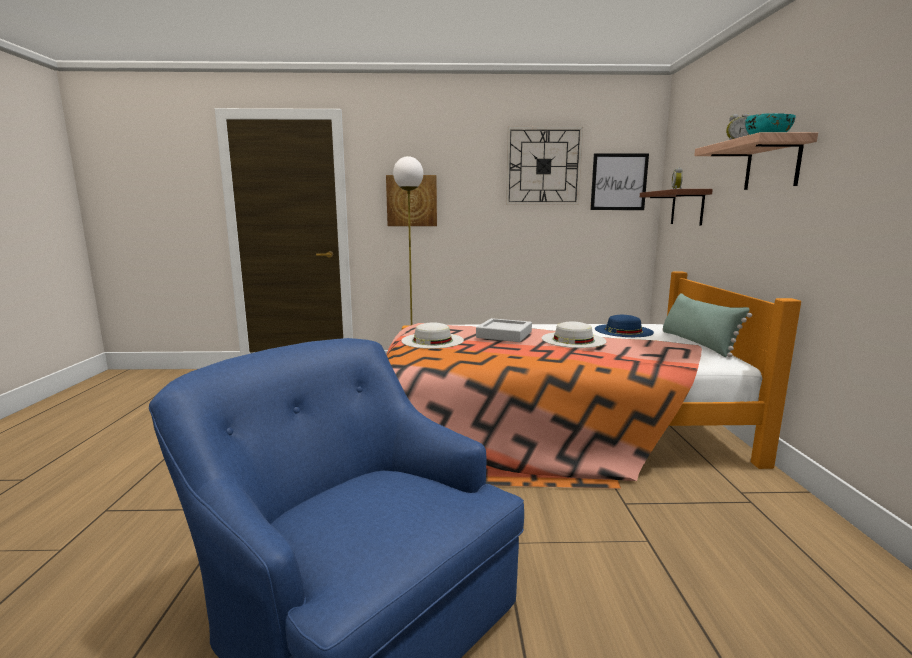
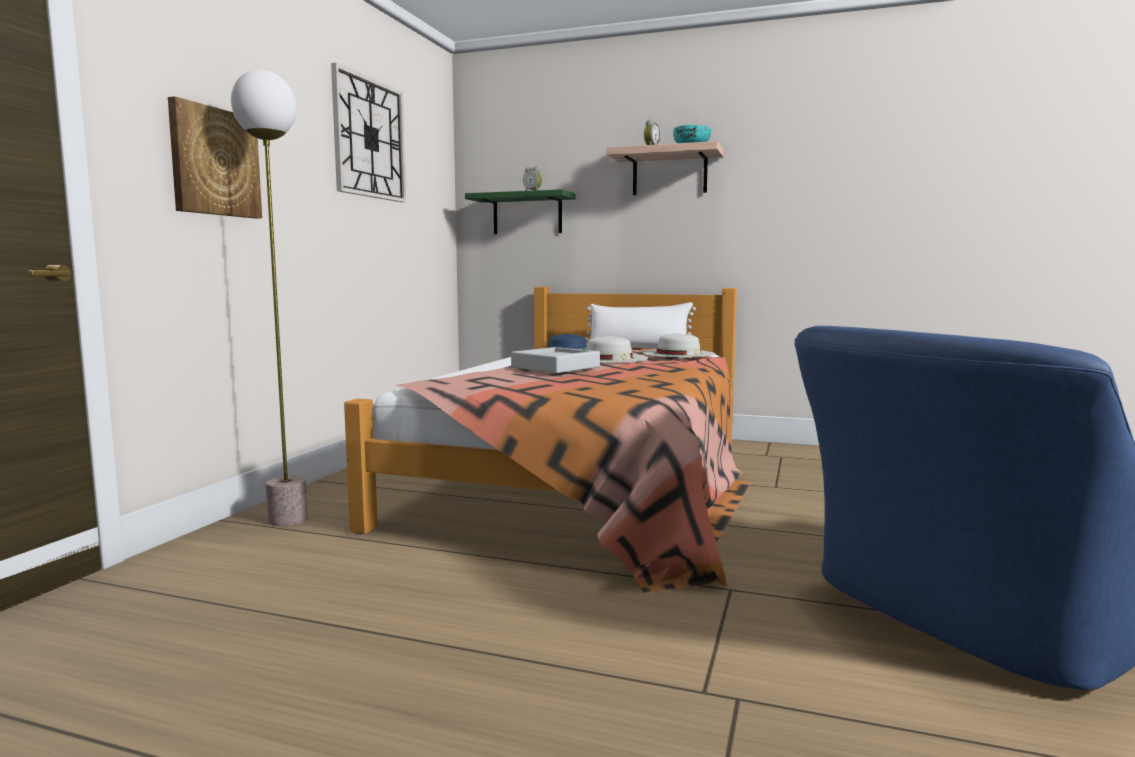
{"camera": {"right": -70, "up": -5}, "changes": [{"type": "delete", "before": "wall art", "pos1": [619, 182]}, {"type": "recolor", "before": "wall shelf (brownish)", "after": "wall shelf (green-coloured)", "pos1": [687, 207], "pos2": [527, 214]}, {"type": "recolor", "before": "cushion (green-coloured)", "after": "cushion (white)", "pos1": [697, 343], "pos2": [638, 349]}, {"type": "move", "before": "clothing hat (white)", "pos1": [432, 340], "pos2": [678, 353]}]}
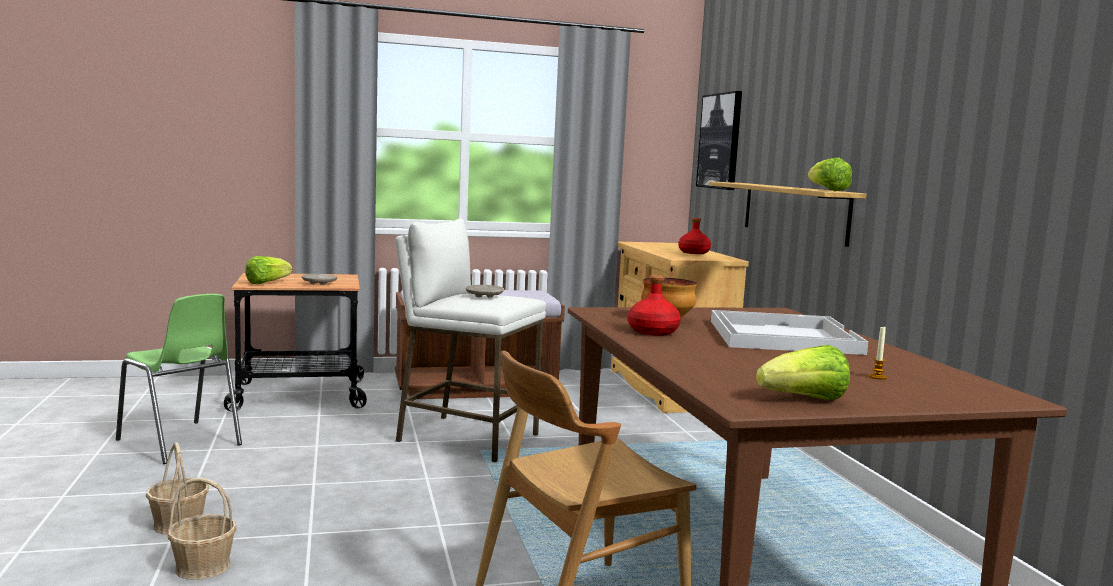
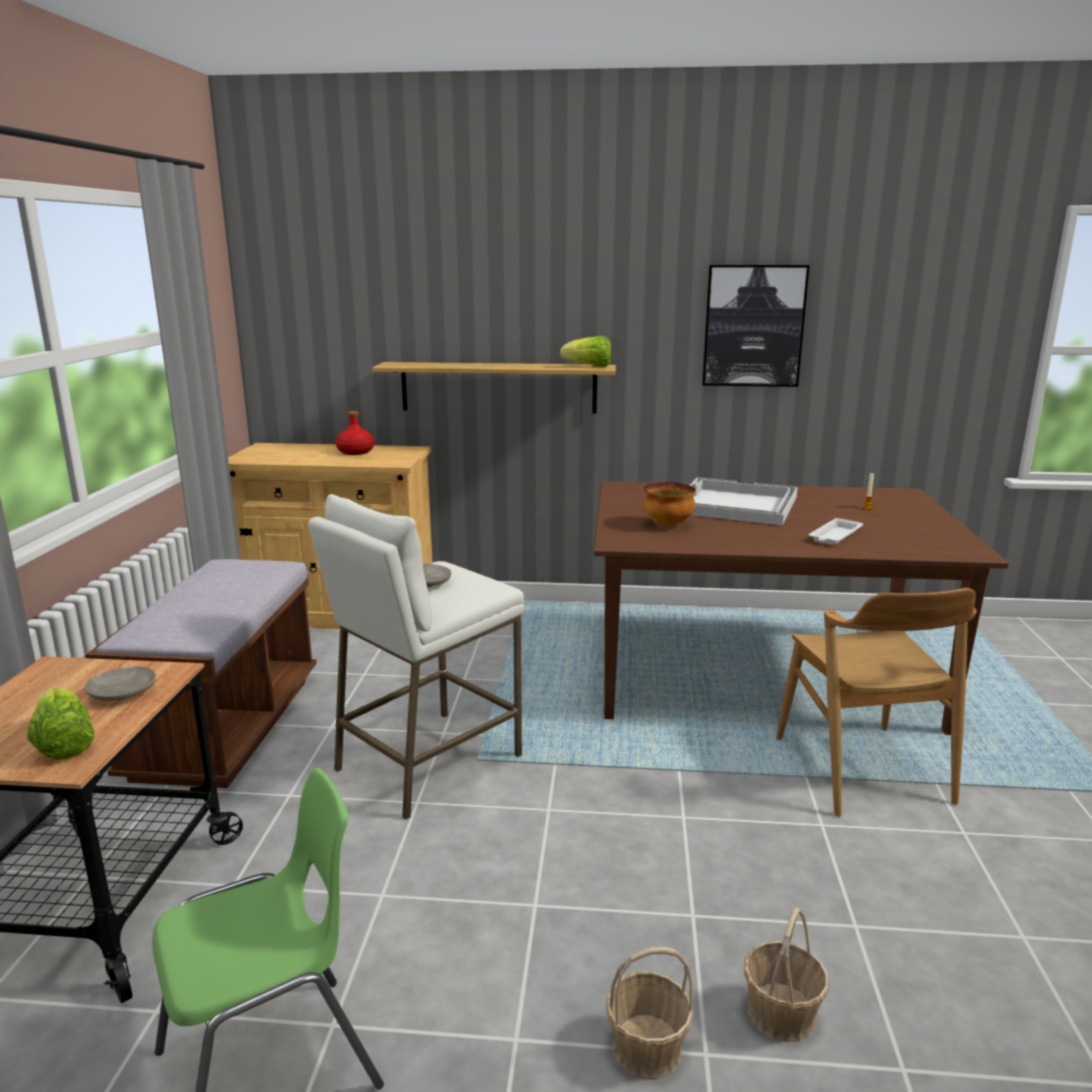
{"camera": {"right": -70, "up": 10}, "changes": [{"type": "move", "before": "wall art", "pos1": [720, 141], "pos2": [753, 326]}, {"type": "delete", "before": "beverage bottle (red-coloured)", "pos1": [652, 331]}, {"type": "delete", "before": "head of lettuce", "pos1": [805, 400]}, {"type": "insert", "after": "tray (white)", "pos2": [834, 536]}]}
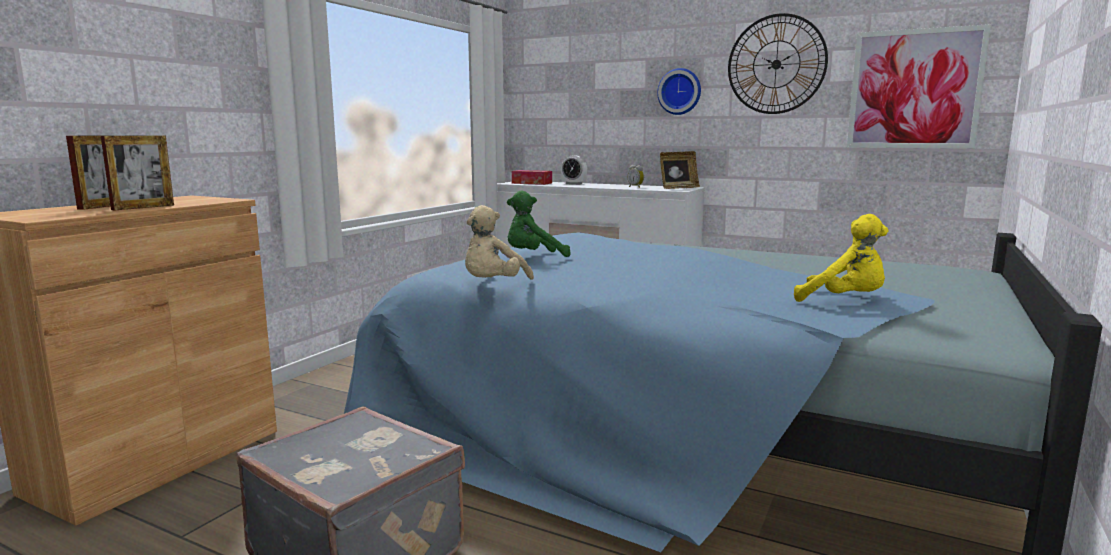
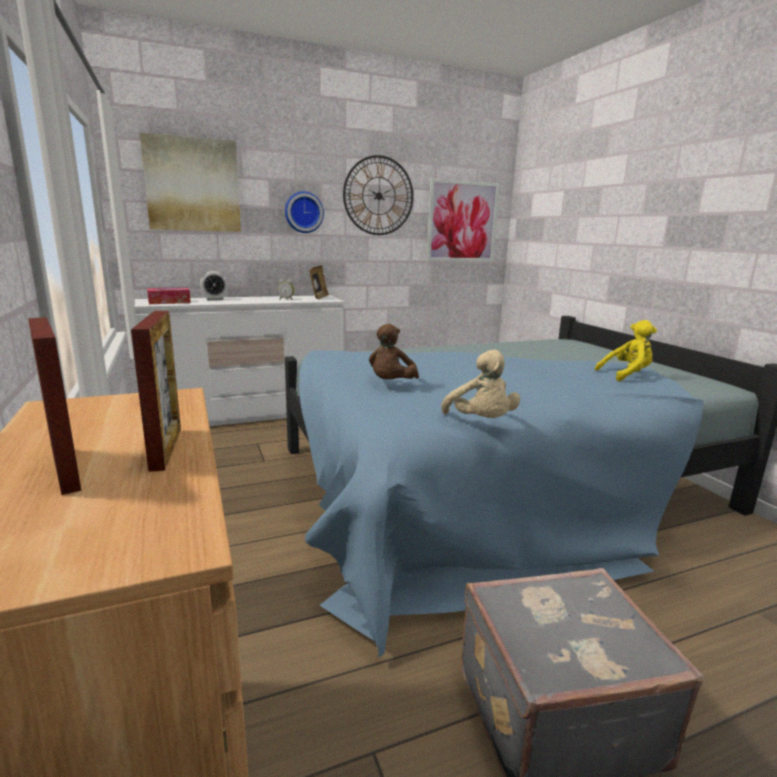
{"camera": {"right": -50, "up": 5}, "changes": [{"type": "recolor", "before": "cuddly toy (green-coloured)", "after": "cuddly toy (brownish)", "pos1": [533, 257], "pos2": [391, 384]}, {"type": "insert", "after": "wall art", "pos2": [192, 185]}]}
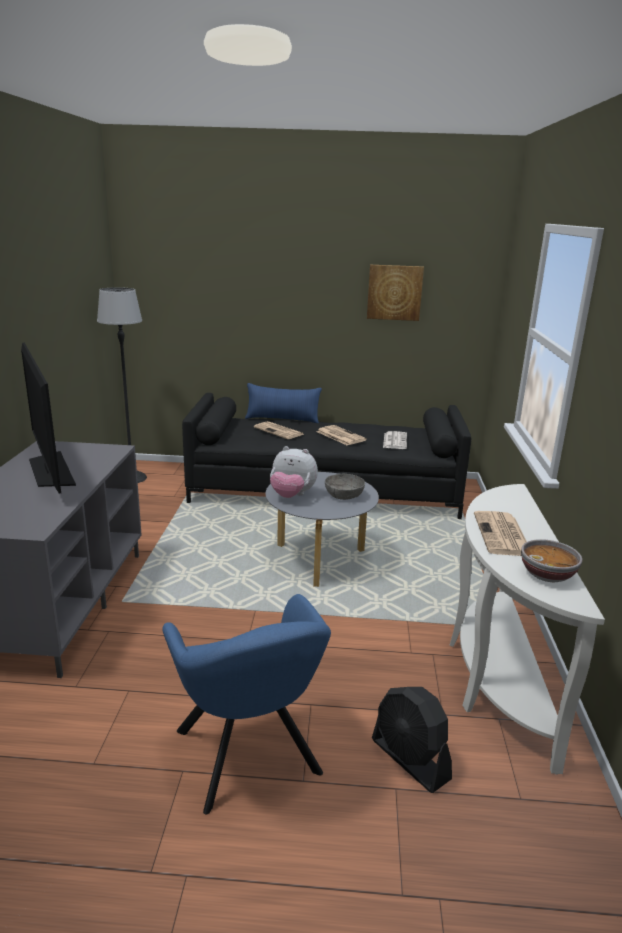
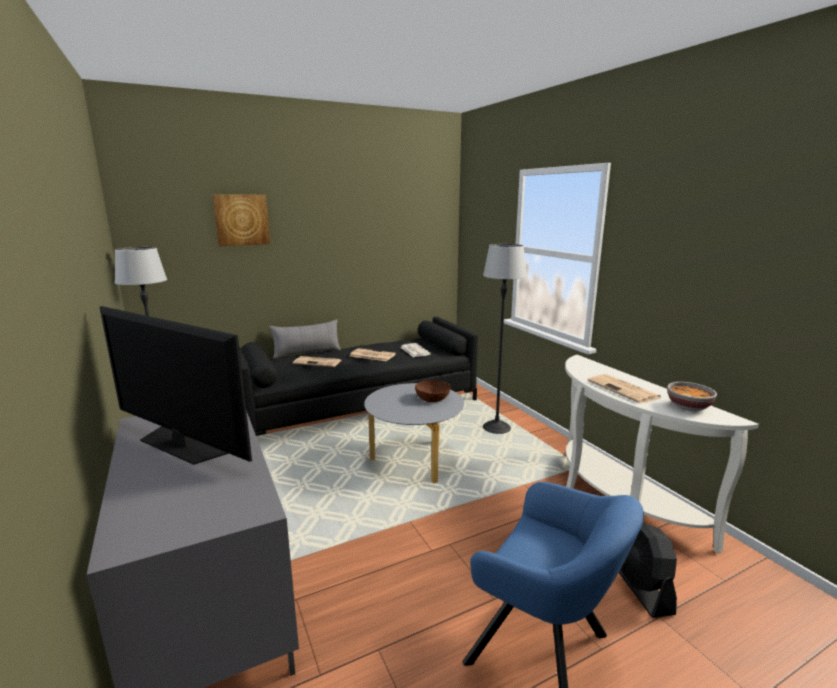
{"camera": {"right": -30, "up": -5}, "changes": [{"type": "move", "before": "wall art", "pos1": [394, 292], "pos2": [242, 220]}, {"type": "recolor", "before": "cushion (blue)", "after": "cushion (greyish)", "pos1": [282, 419], "pos2": [307, 353]}, {"type": "delete", "before": "cuddly toy", "pos1": [292, 496]}, {"type": "recolor", "before": "serving bowl (greyish)", "after": "serving bowl (brownish)", "pos1": [343, 495], "pos2": [432, 398]}, {"type": "rotate", "before": "cooling fan (black-coloured)", "pos1": [410, 759], "pos2": [641, 589], "turn": 60}, {"type": "insert", "after": "standard lamp", "pos2": [496, 427]}]}
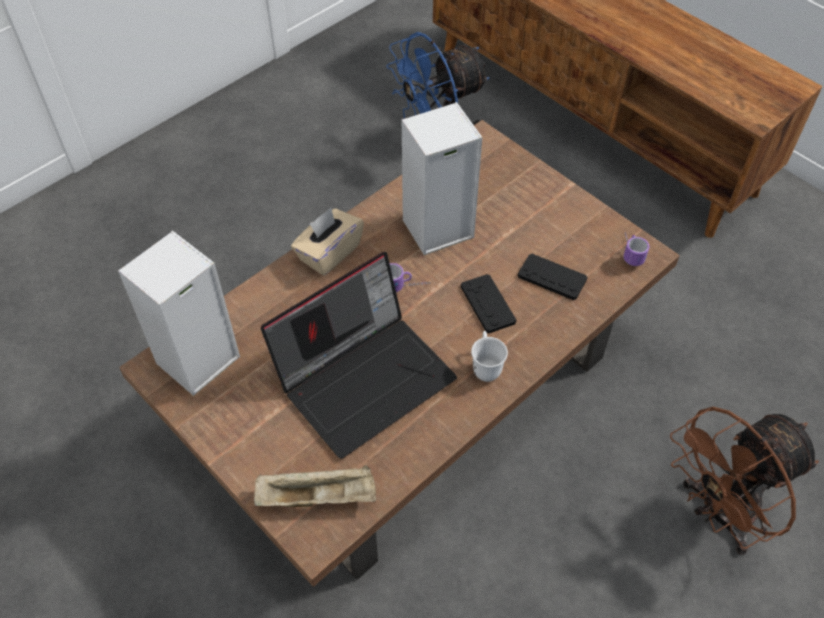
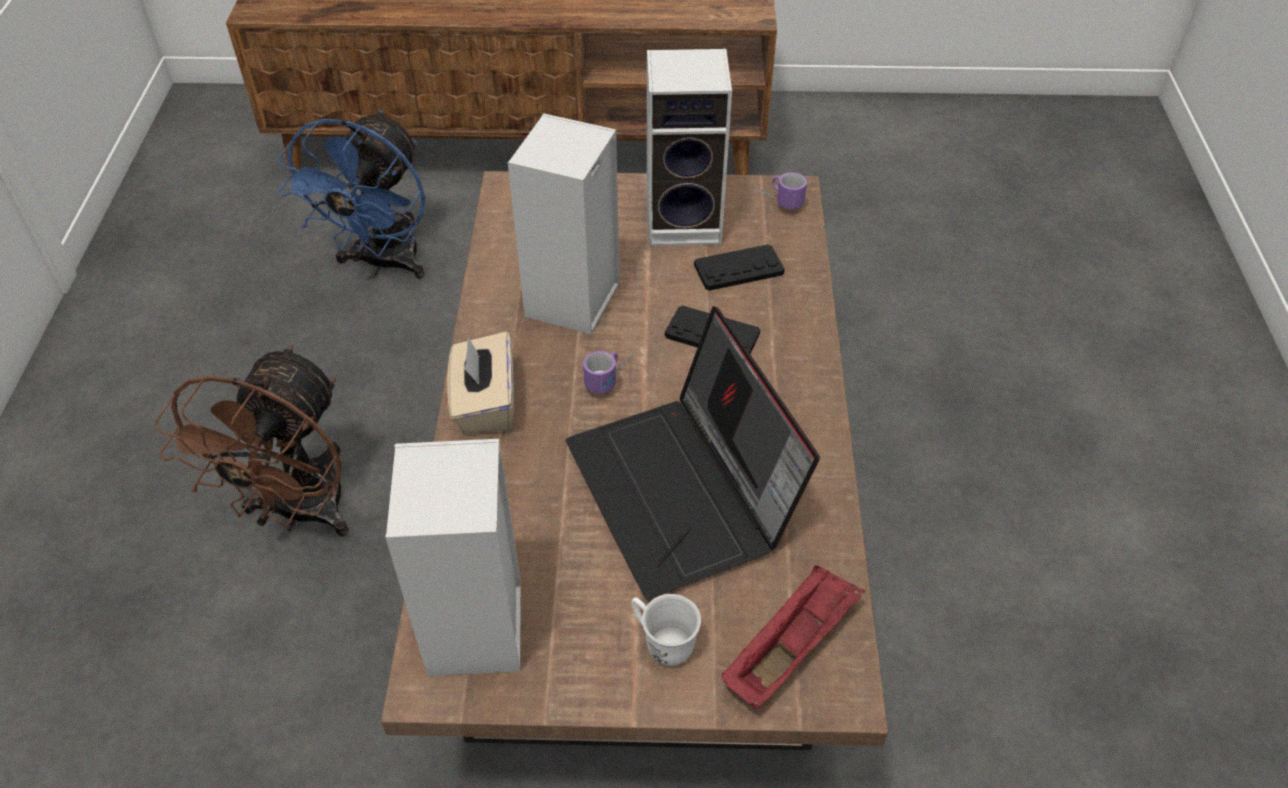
{"camera": {"right": -45, "up": -5}, "changes": [{"type": "rotate", "before": "portable computer", "pos1": [365, 377], "pos2": [684, 493], "turn": 150}, {"type": "move", "before": "tea mug (white)", "pos1": [486, 367], "pos2": [662, 644]}, {"type": "move", "before": "cooling fan (brownish)", "pos1": [718, 513], "pos2": [299, 514]}, {"type": "recolor", "before": "tray (beige-coloured)", "after": "tray (red-coloured)", "pos1": [319, 496], "pos2": [790, 647]}, {"type": "insert", "after": "audio speaker", "pos2": [686, 222]}]}
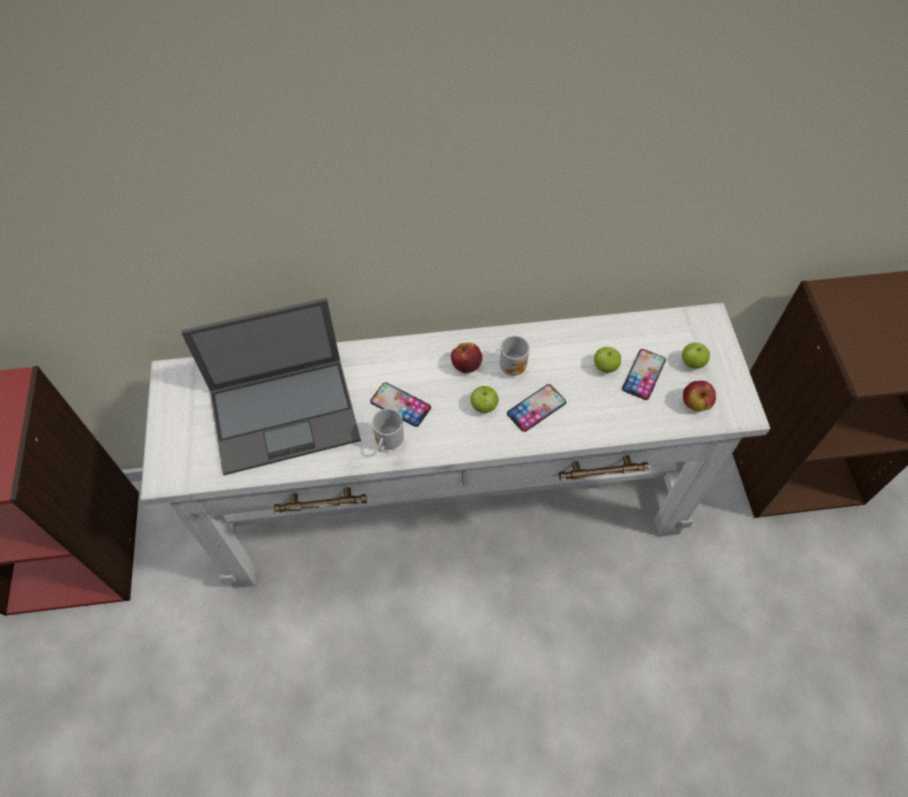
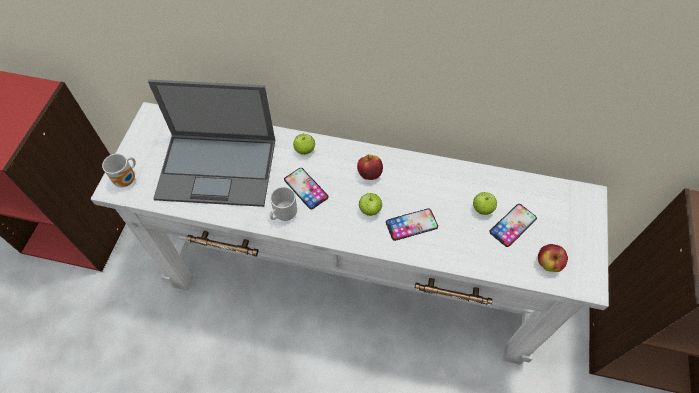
{"camera": {"right": 20, "up": 0}, "changes": [{"type": "move", "before": "tea mug", "pos1": [514, 367], "pos2": [128, 180]}, {"type": "move", "before": "whole apple", "pos1": [692, 363], "pos2": [304, 150]}]}
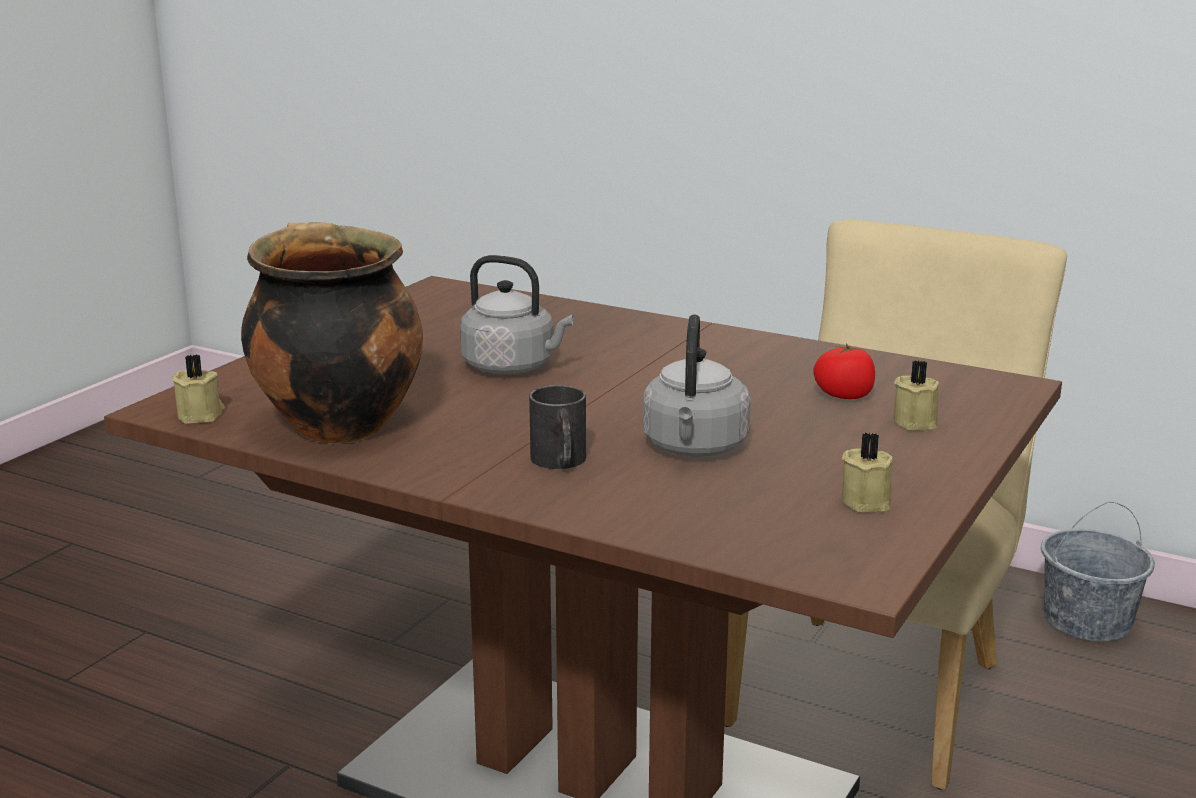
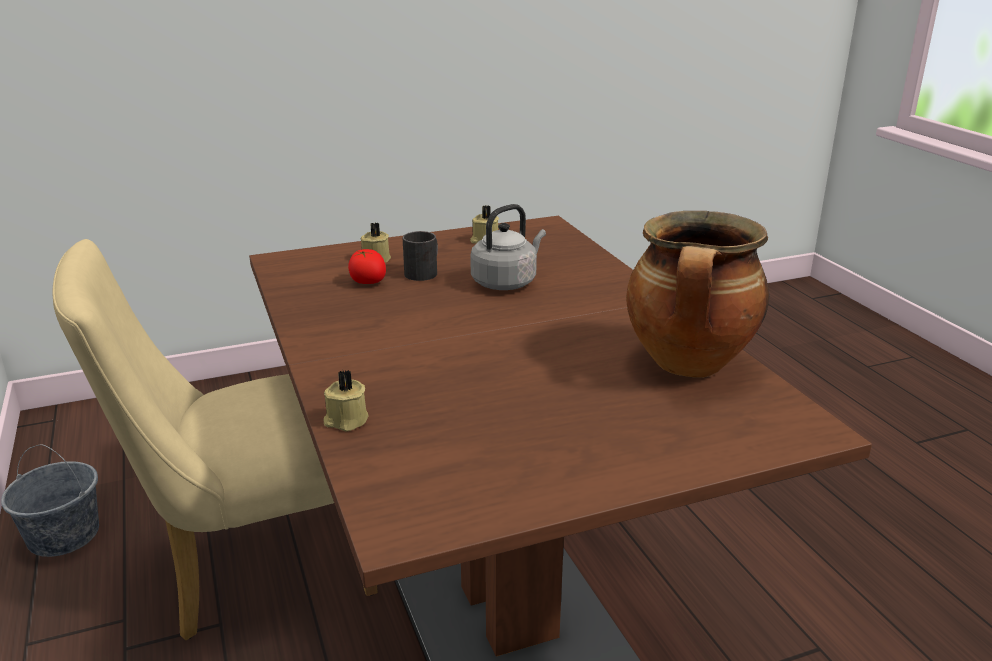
{"camera": {"right": -140, "up": 5}, "changes": [{"type": "delete", "before": "tea kettle (greyish)", "pos1": [513, 367]}, {"type": "move", "before": "wax candle (beige-coloured)", "pos1": [202, 415], "pos2": [346, 420]}, {"type": "move", "before": "tea mug (black-coloured)", "pos1": [560, 462], "pos2": [424, 271]}]}
